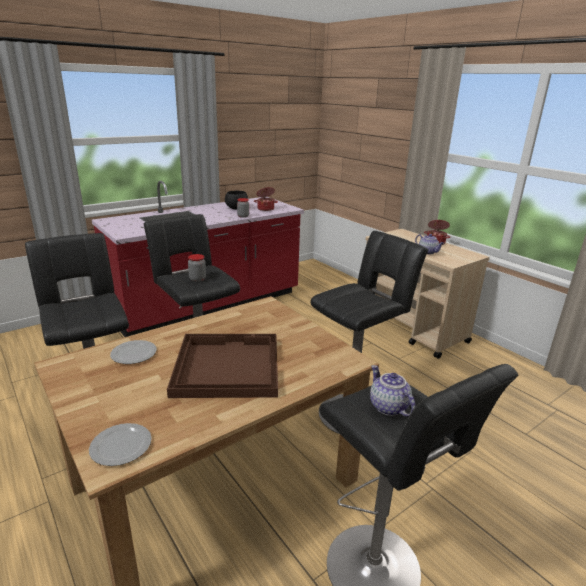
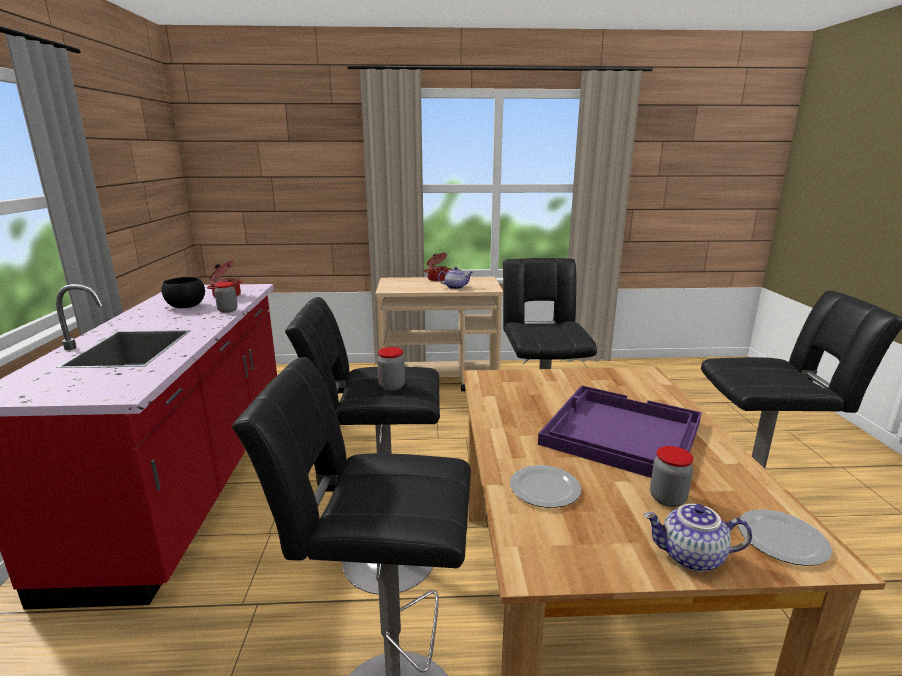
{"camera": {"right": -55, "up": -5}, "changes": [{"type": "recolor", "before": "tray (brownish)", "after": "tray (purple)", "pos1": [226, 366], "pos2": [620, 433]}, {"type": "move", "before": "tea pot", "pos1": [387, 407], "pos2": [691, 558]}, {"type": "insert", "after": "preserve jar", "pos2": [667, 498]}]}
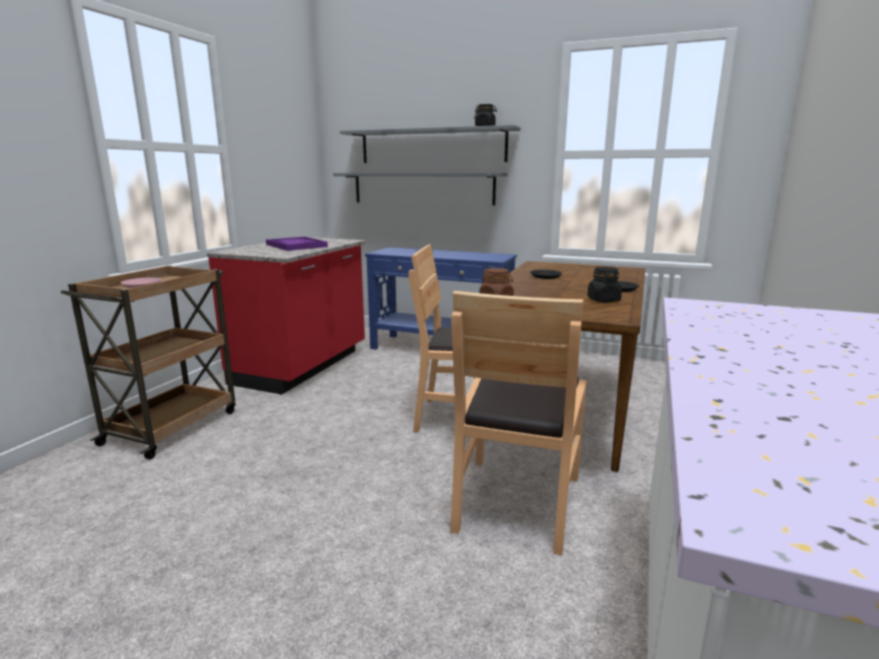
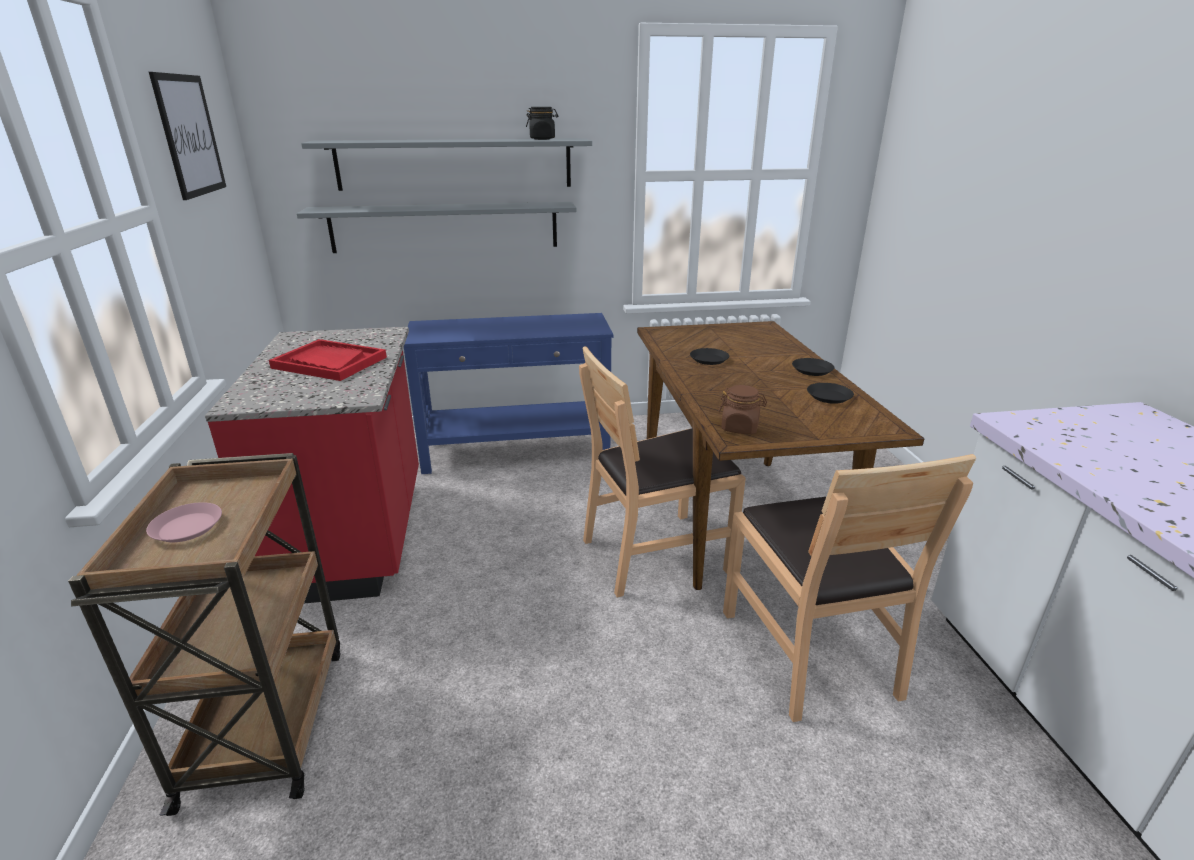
{"camera": {"right": -30, "up": 10}, "changes": [{"type": "recolor", "before": "tray (purple)", "after": "tray (red-coloured)", "pos1": [296, 245], "pos2": [329, 362]}, {"type": "replace", "before": "preserve jar (black-coloured)", "after": "flat dish (black-coloured)", "pos1": [603, 300], "pos2": [829, 396]}, {"type": "insert", "after": "wall art", "pos2": [189, 135]}]}
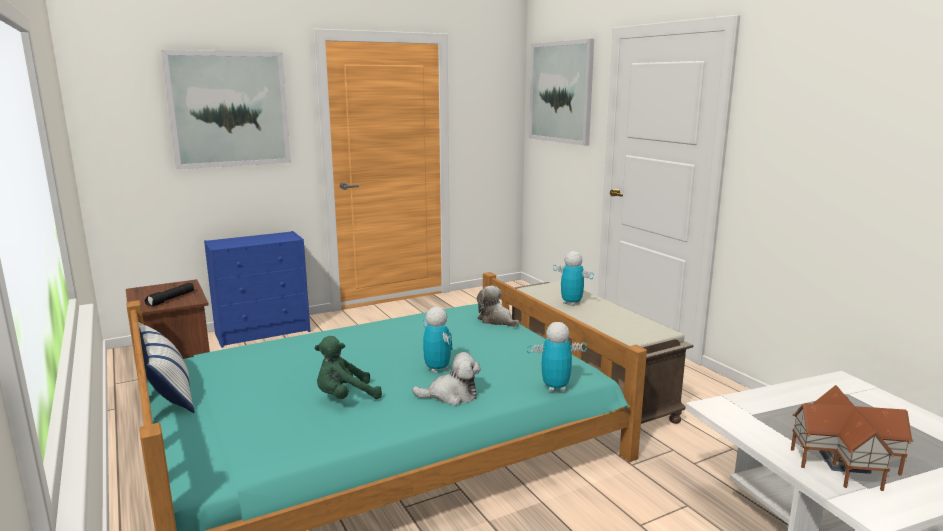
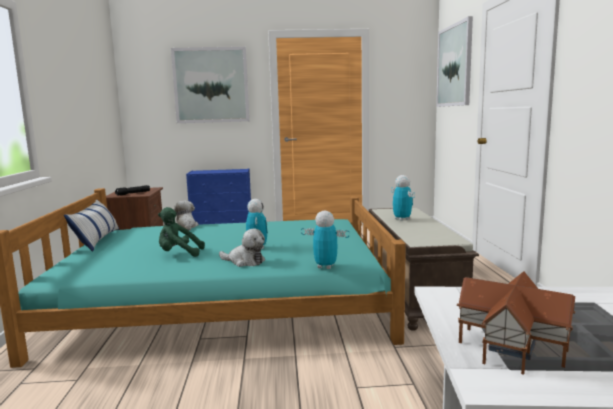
{"camera": {"right": 25, "up": -5}, "changes": [{"type": "move", "before": "cuddly toy", "pos1": [496, 320], "pos2": [186, 227]}]}
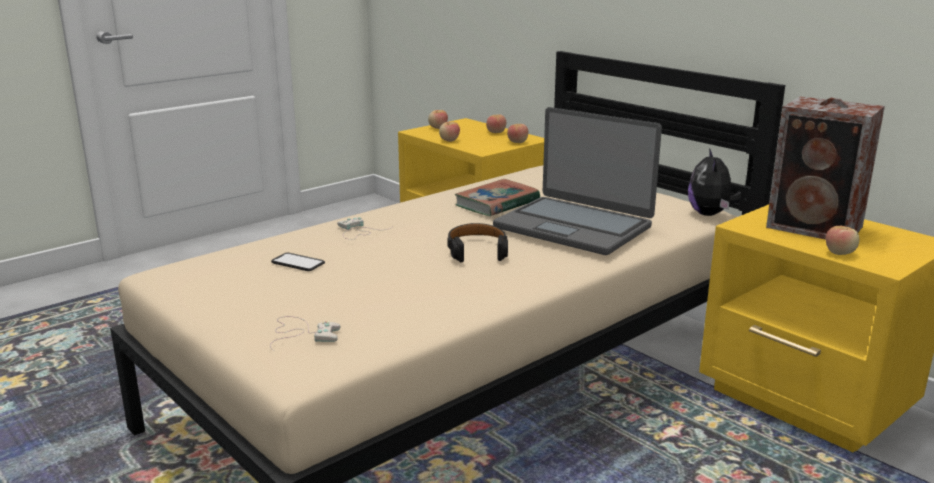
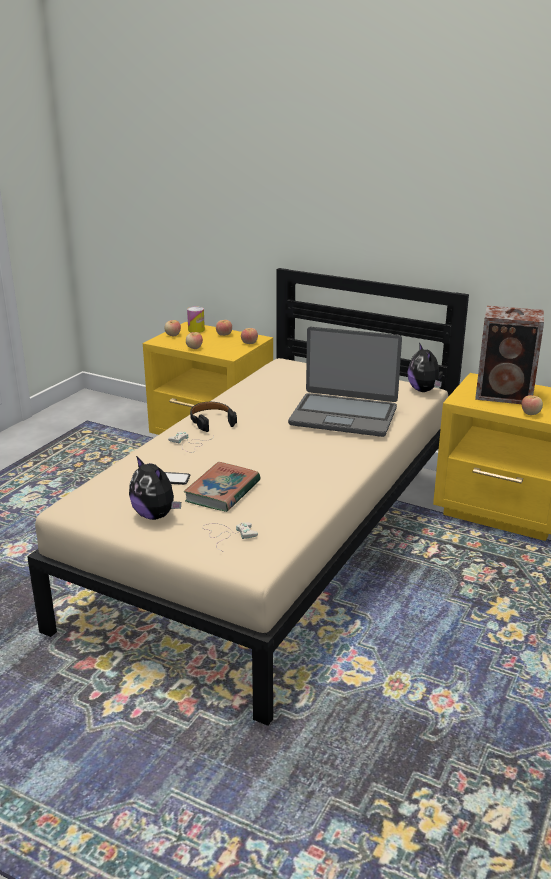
{"camera": {"right": -20, "up": 5}, "changes": [{"type": "move", "before": "bound book", "pos1": [497, 203], "pos2": [223, 491]}, {"type": "move", "before": "pair of headphones (black-coloured)", "pos1": [477, 250], "pos2": [211, 421]}, {"type": "insert", "after": "metal can", "pos2": [196, 330]}, {"type": "insert", "after": "cuddly toy", "pos2": [155, 515]}]}
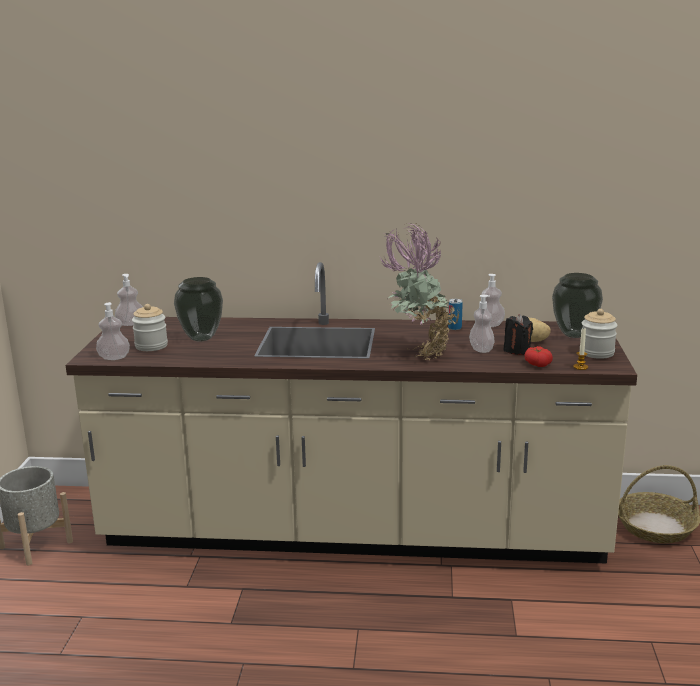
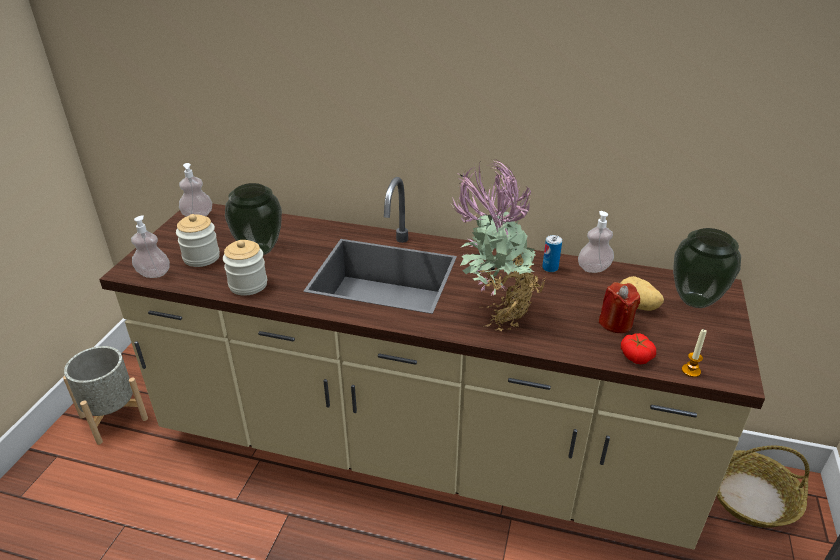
{"camera": {"right": 10, "up": 15}, "changes": [{"type": "delete", "before": "liquid soap bottle", "pos1": [481, 349]}, {"type": "move", "before": "preserve jar", "pos1": [596, 353], "pos2": [248, 285]}, {"type": "recolor", "before": "wax candle (black-coloured)", "after": "wax candle (red-coloured)", "pos1": [517, 350], "pos2": [615, 323]}]}
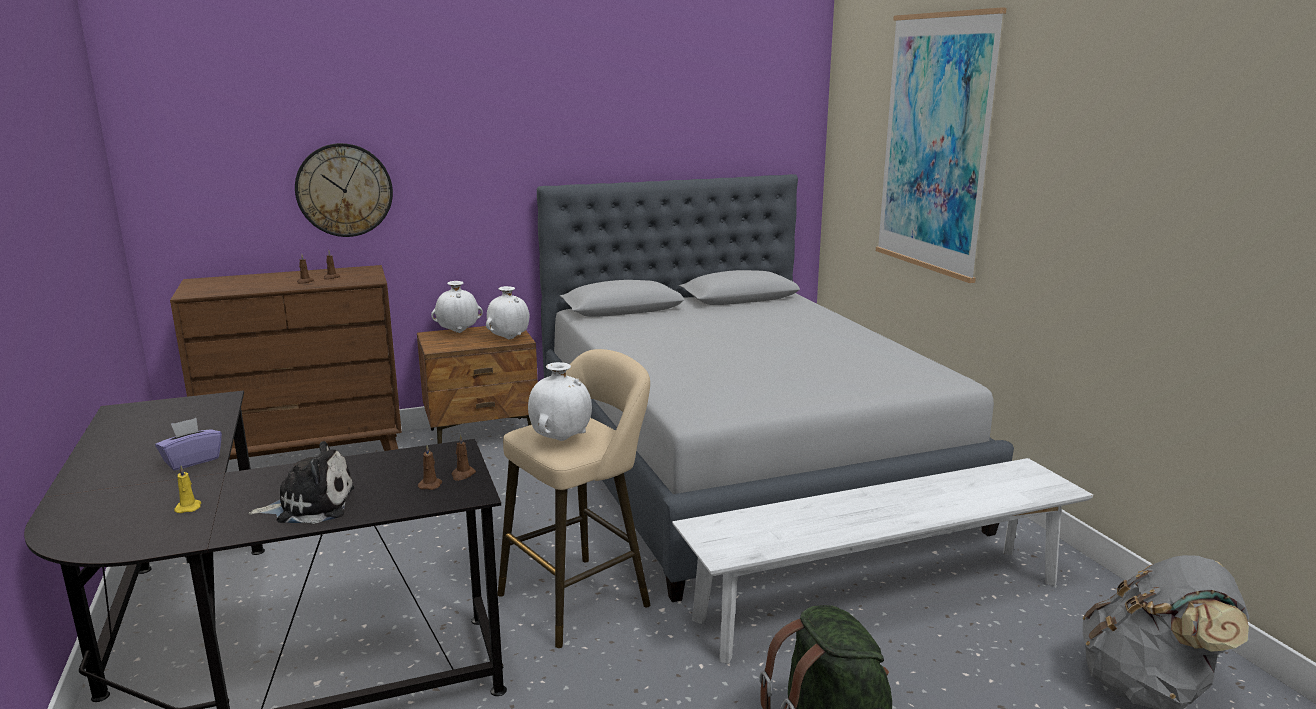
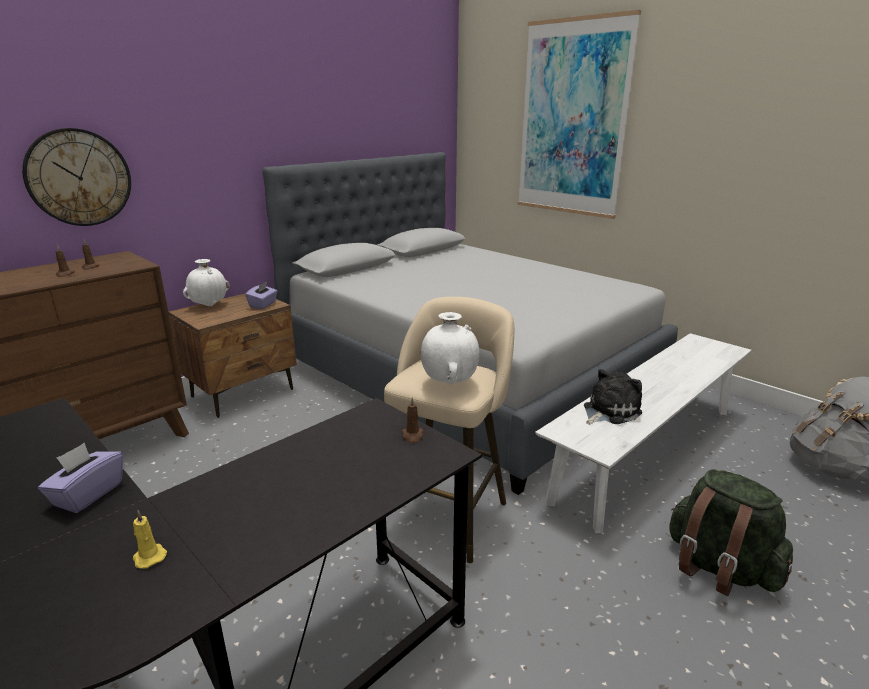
{"camera": {"right": -25, "up": 5}, "changes": [{"type": "replace", "before": "decorative vase (white)", "after": "tissue box (purple)", "pos1": [509, 339], "pos2": [263, 305]}, {"type": "move", "before": "cuddly toy", "pos1": [310, 505], "pos2": [609, 411]}, {"type": "delete", "before": "wax candle (brownish)", "pos1": [430, 485]}]}
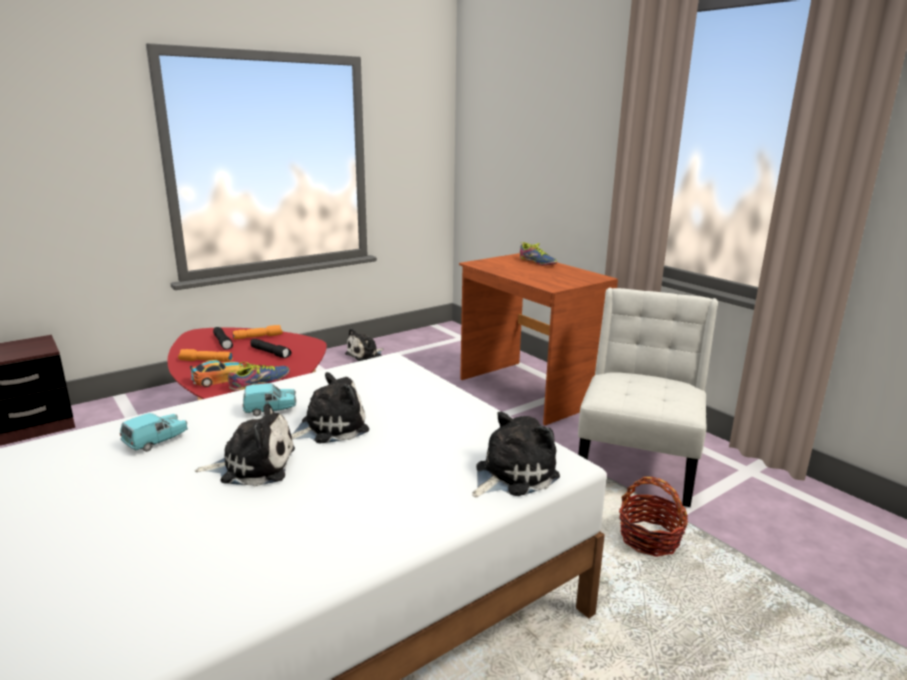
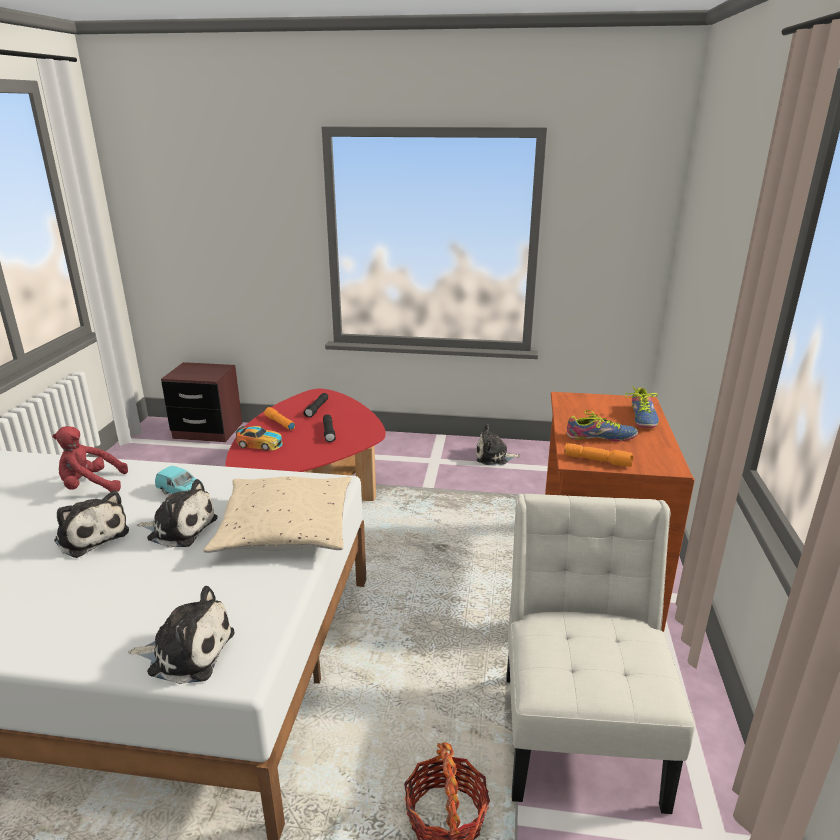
{"camera": {"right": 45, "up": 5}, "changes": [{"type": "rotate", "before": "plain chair (white)", "pos1": [638, 463], "pos2": [579, 728], "turn": -60}, {"type": "move", "before": "torch (orangey)", "pos1": [258, 337], "pos2": [598, 460]}, {"type": "move", "before": "low shoe", "pos1": [259, 382], "pos2": [600, 437]}, {"type": "replace", "before": "toy car (turquoise-coloured)", "after": "cuddly toy (red-coloured)", "pos1": [156, 441], "pos2": [91, 486]}, {"type": "insert", "after": "cushion (beige-coloured)", "pos2": [285, 528]}]}
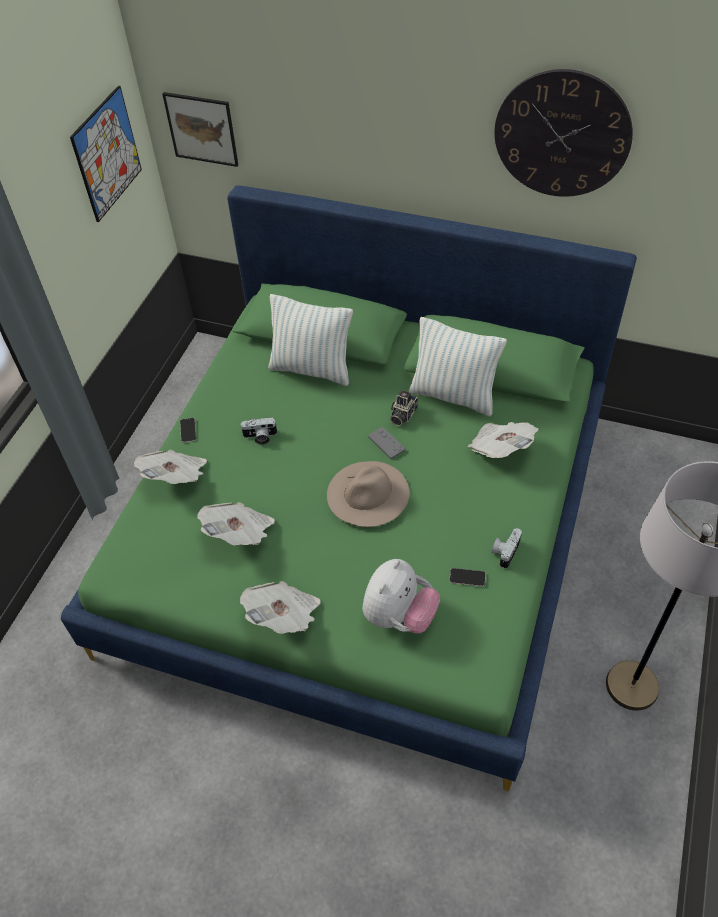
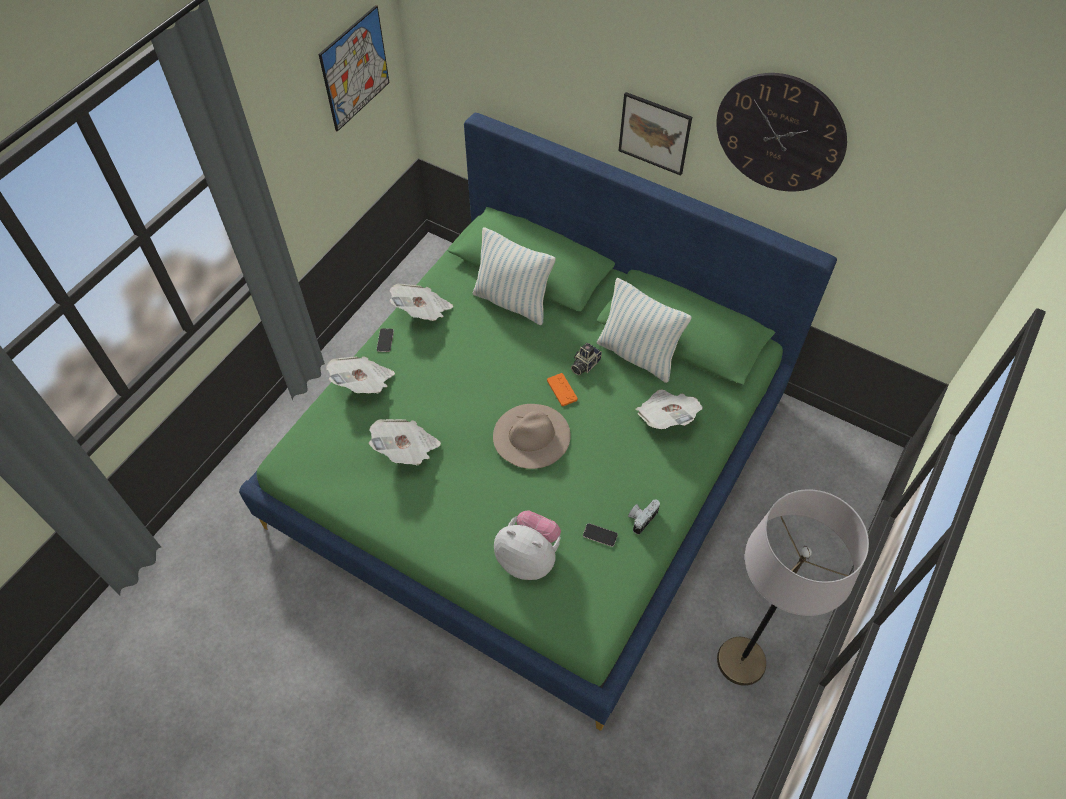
{"camera": {"right": 10, "up": 5}, "changes": [{"type": "move", "before": "wall art", "pos1": [201, 129], "pos2": [654, 133]}, {"type": "delete", "before": "photo camera", "pos1": [260, 437]}, {"type": "recolor", "before": "gamepad (greyish)", "after": "gamepad (orangey)", "pos1": [386, 443], "pos2": [562, 390]}, {"type": "rotate", "before": "cuddly toy", "pos1": [399, 616], "pos2": [528, 557], "turn": -105}, {"type": "move", "before": "newspaper", "pos1": [284, 616], "pos2": [423, 312]}]}
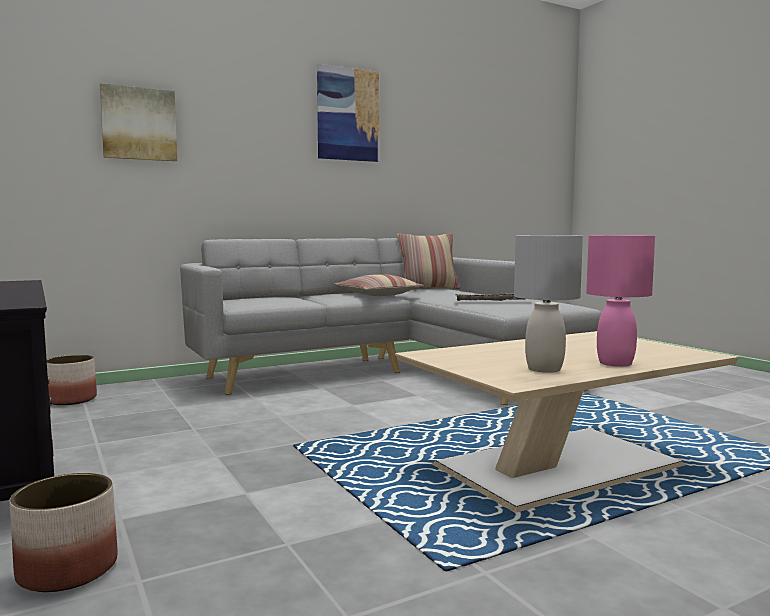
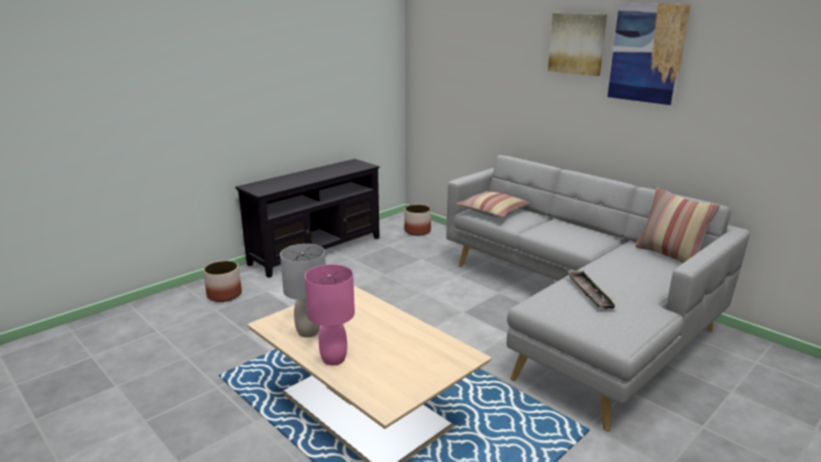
{"camera": {"right": 75, "up": 15}, "changes": [{"type": "move", "before": "wall art", "pos1": [139, 124], "pos2": [577, 43]}, {"type": "move", "before": "cushion", "pos1": [378, 295], "pos2": [493, 211]}]}
